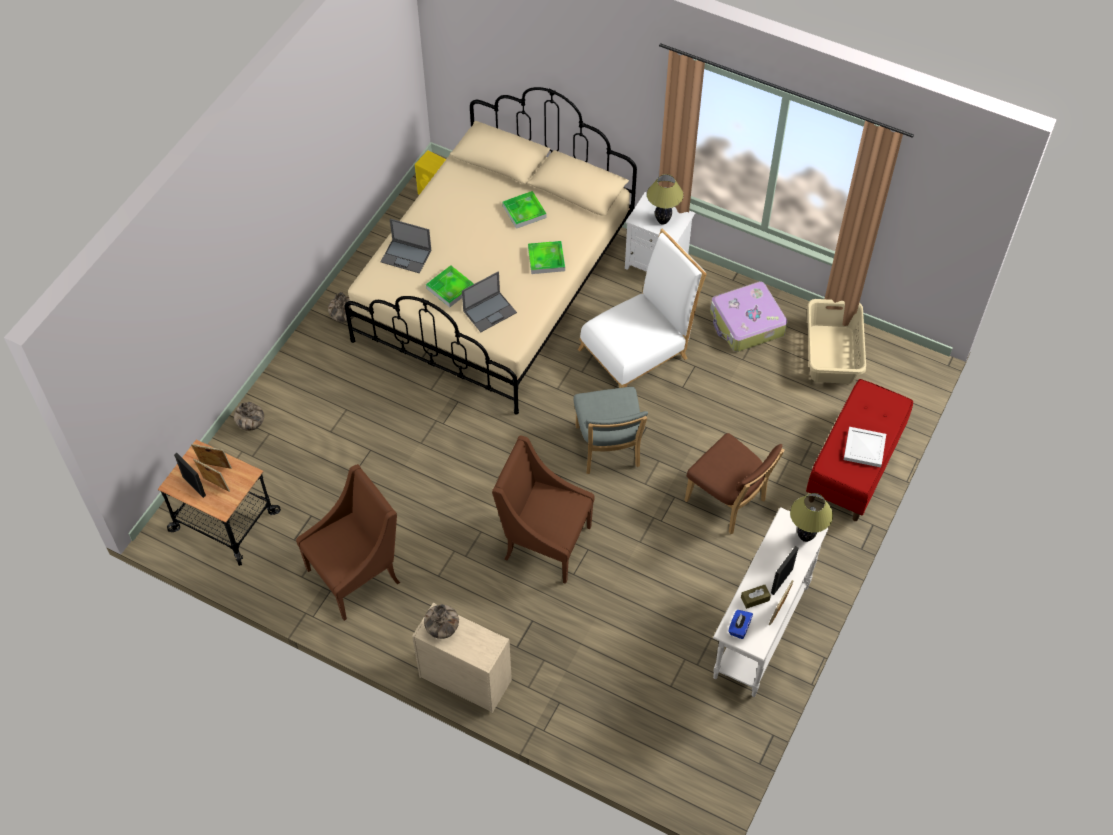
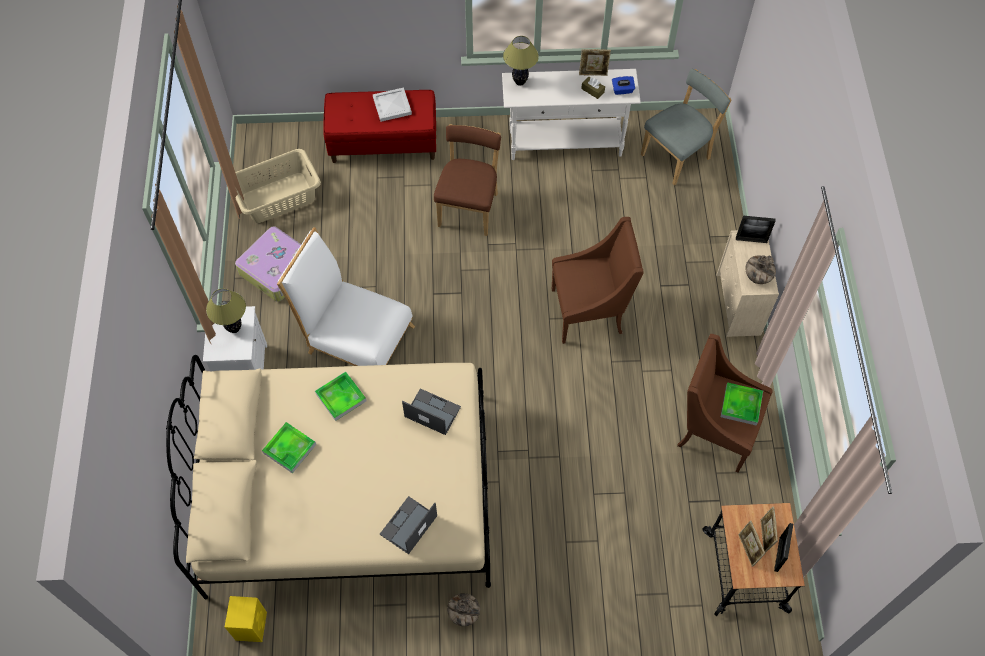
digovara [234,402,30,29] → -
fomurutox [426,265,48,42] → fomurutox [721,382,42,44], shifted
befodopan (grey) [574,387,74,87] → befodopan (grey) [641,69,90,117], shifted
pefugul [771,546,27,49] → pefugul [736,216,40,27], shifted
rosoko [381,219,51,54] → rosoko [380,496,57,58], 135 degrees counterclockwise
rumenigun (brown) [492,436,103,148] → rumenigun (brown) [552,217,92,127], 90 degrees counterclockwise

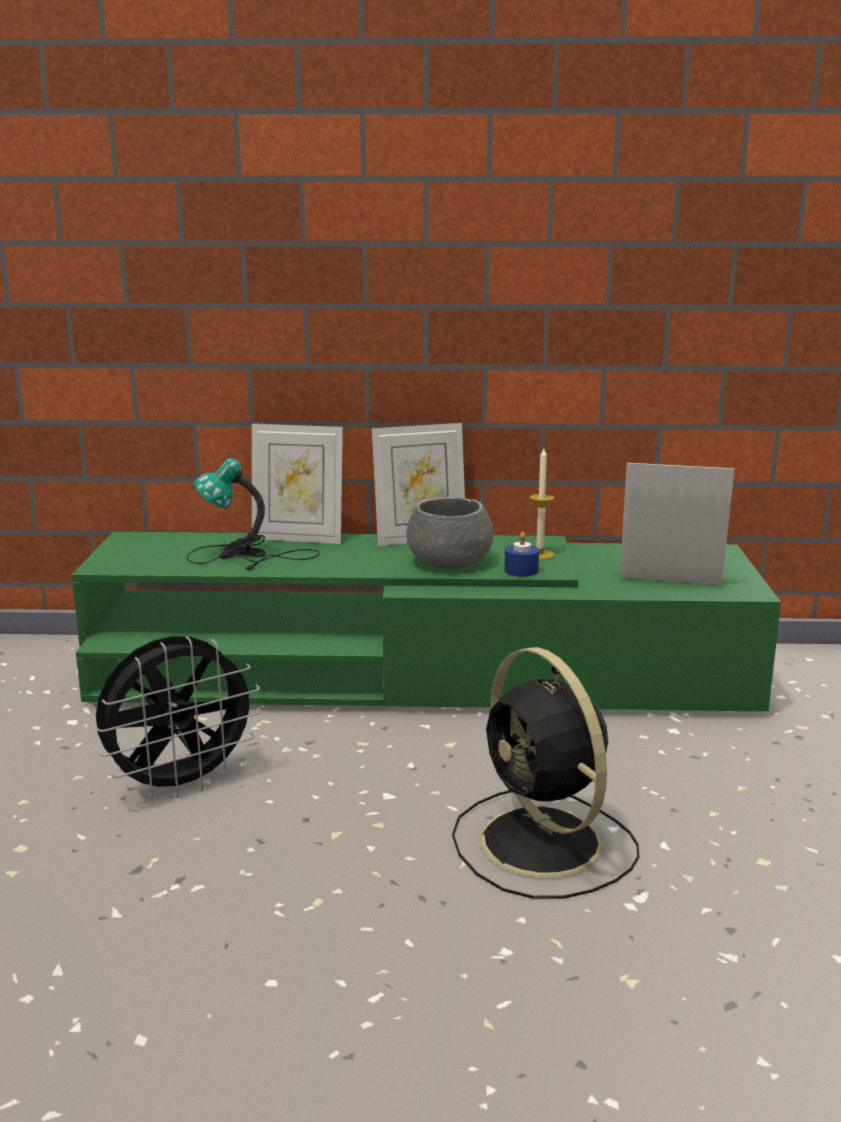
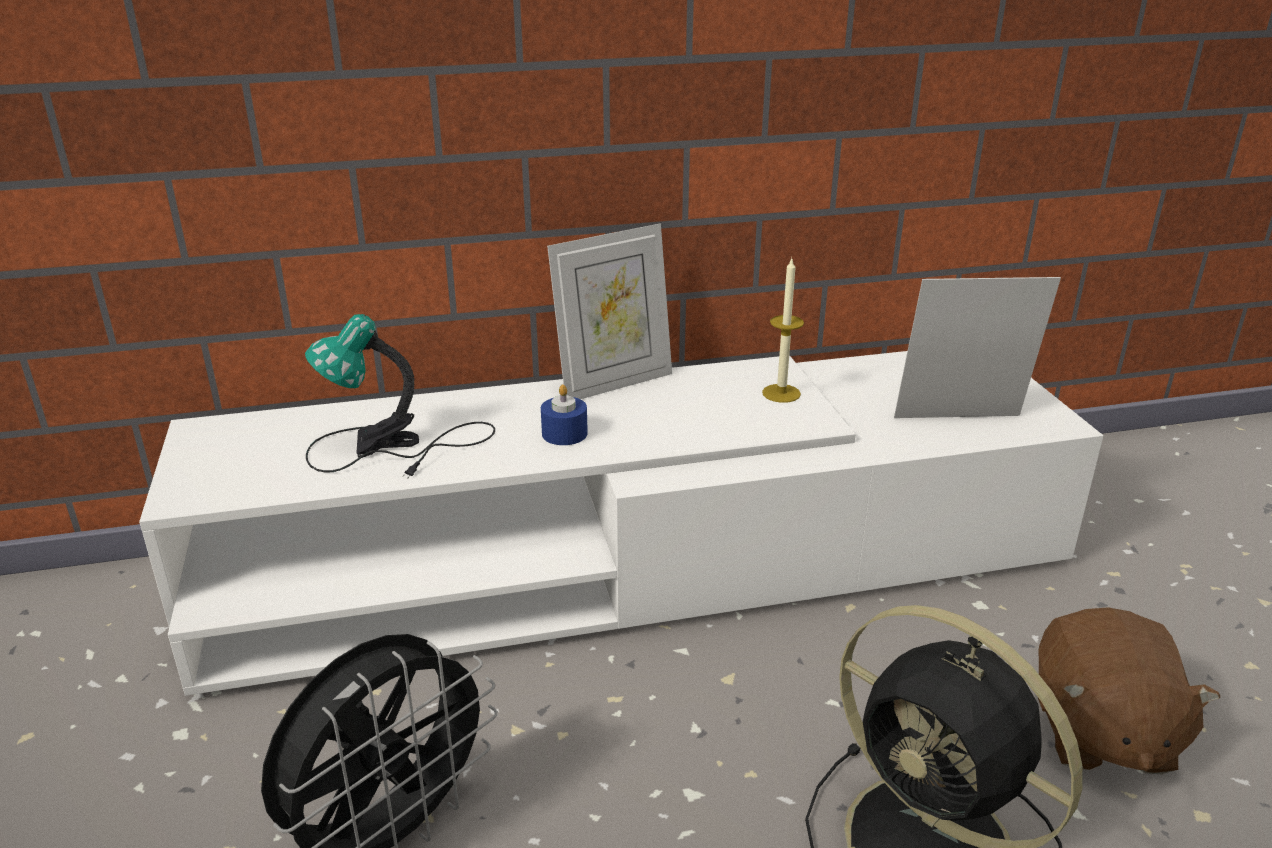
pefugul [252,424,91,120] → -
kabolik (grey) [406,497,87,72] → -
- → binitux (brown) [1038,607,182,167]
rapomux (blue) [504,532,35,45] → rapomux (blue) [541,384,47,61], shifted
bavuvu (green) [72,532,709,180] → bavuvu (white) [139,351,964,345]

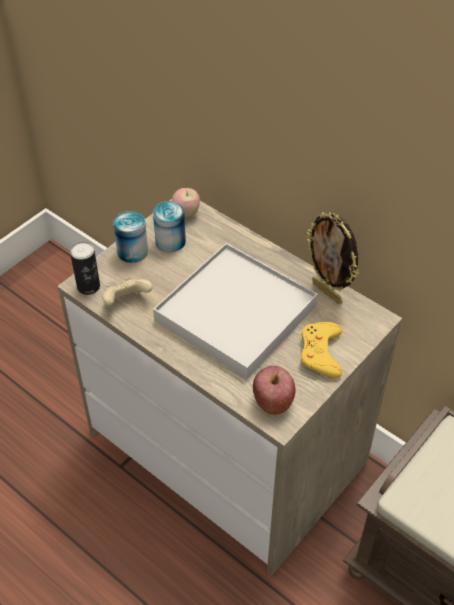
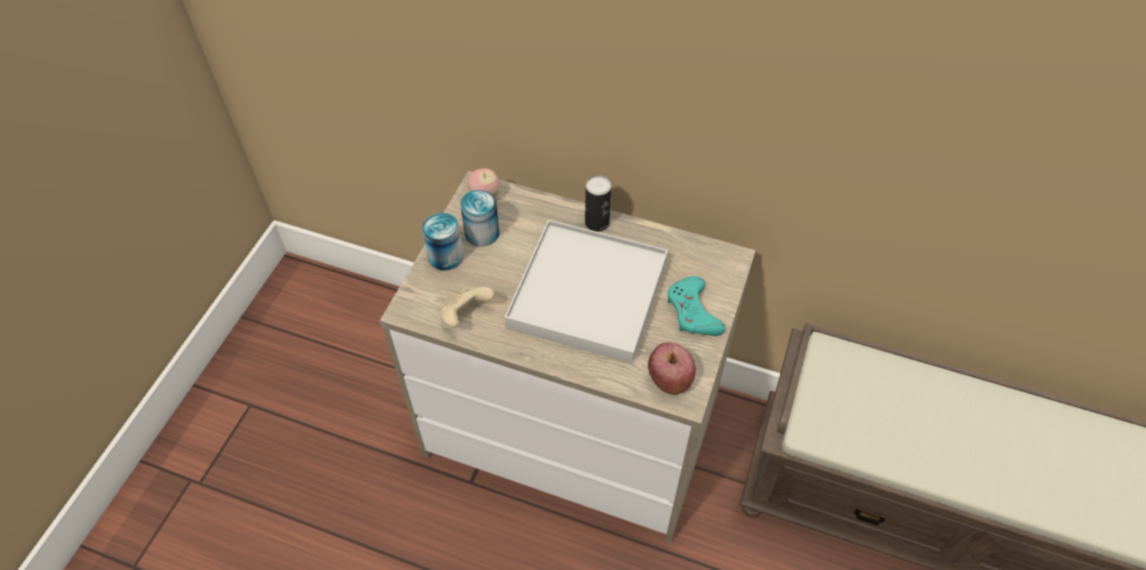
pefugul [306,212,53,92] → -
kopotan [70,242,30,53] → kopotan [585,175,26,57], shifted
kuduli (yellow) [301,322,41,56] → kuduli (turquoise) [668,276,57,60]

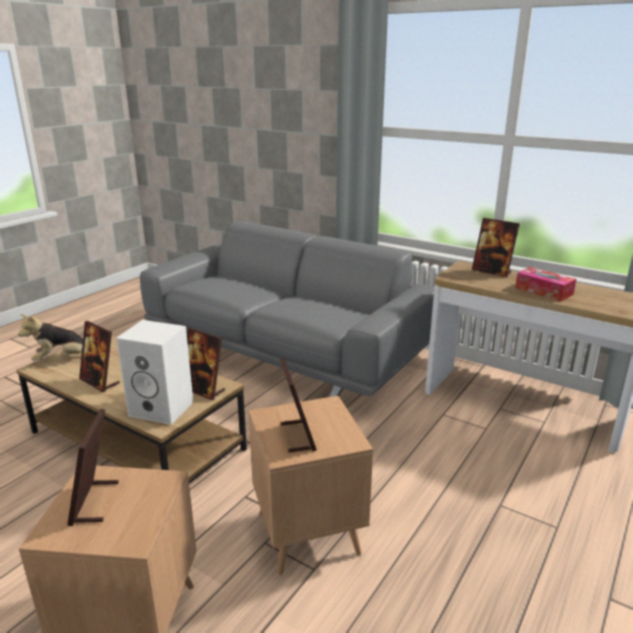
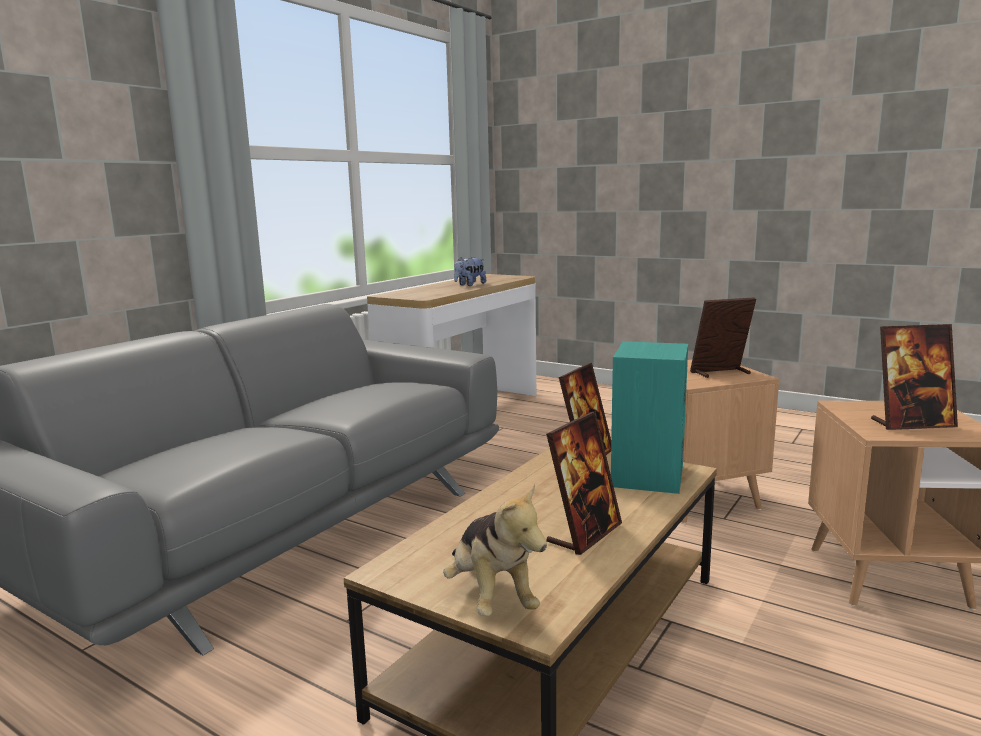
pefugul [472,218,48,59] → -
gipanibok [515,267,61,34] → binitux [454,257,32,29]
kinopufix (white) [116,320,77,105] → kinopufix (turquoise) [611,341,77,153]

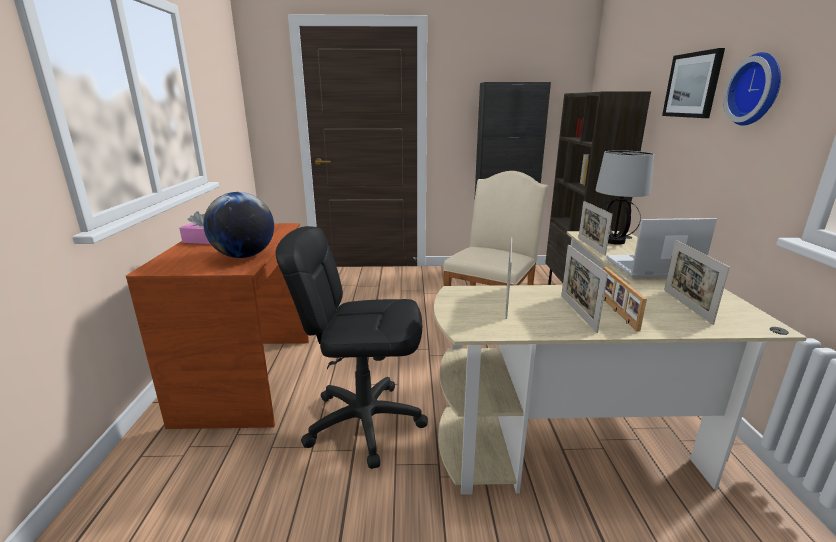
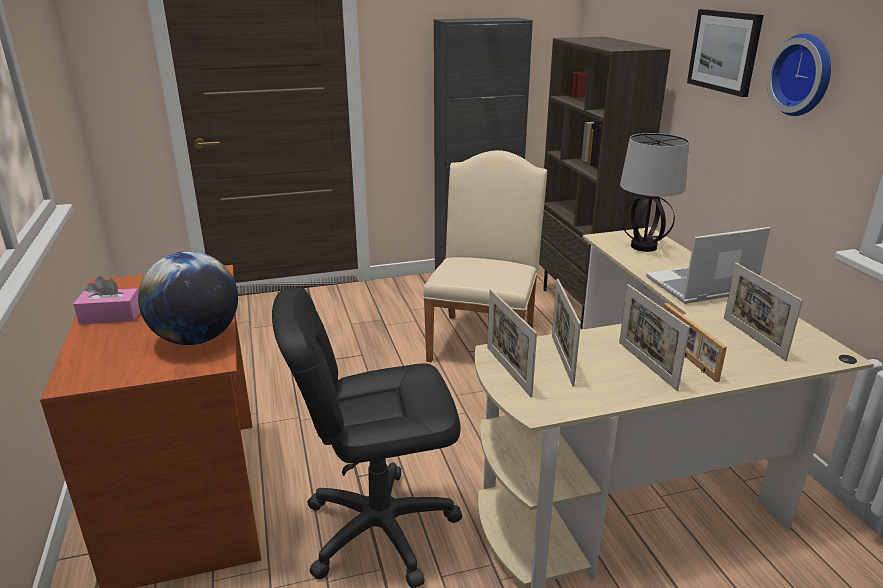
pefugul [578,201,35,55] → pefugul [488,289,49,108], shifted

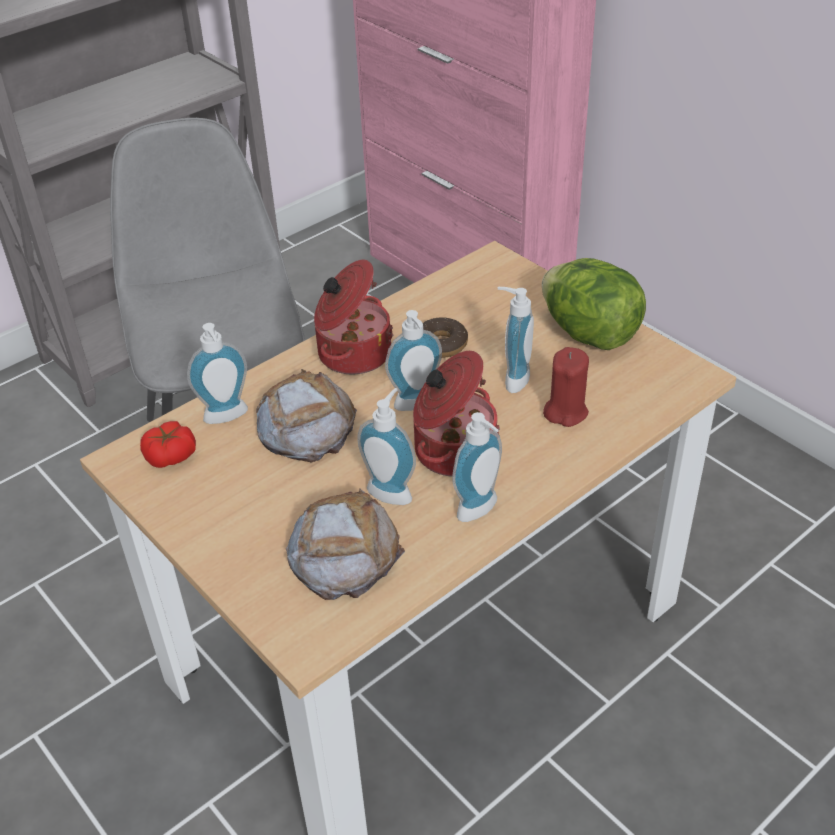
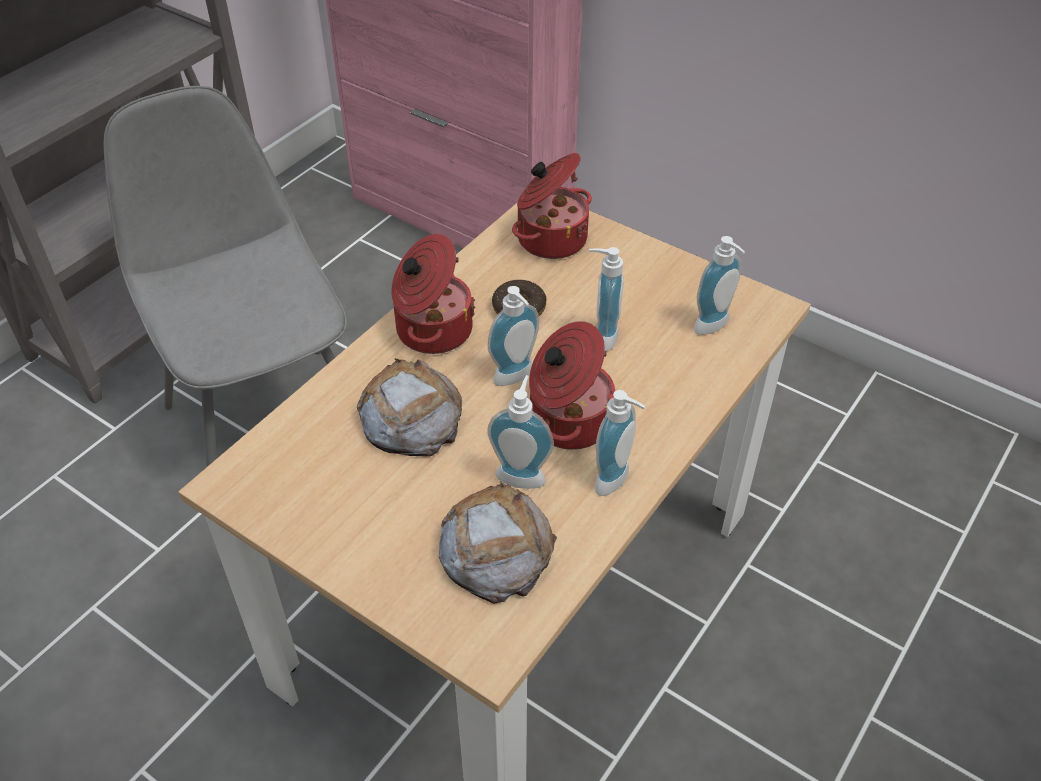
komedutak [140,421,56,47] → -
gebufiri [542,258,104,92] → -
rapomux (red) [543,347,46,80] → -
- → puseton [512,153,80,106]
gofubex [187,323,61,101] → gofubex [694,236,51,99], shifted

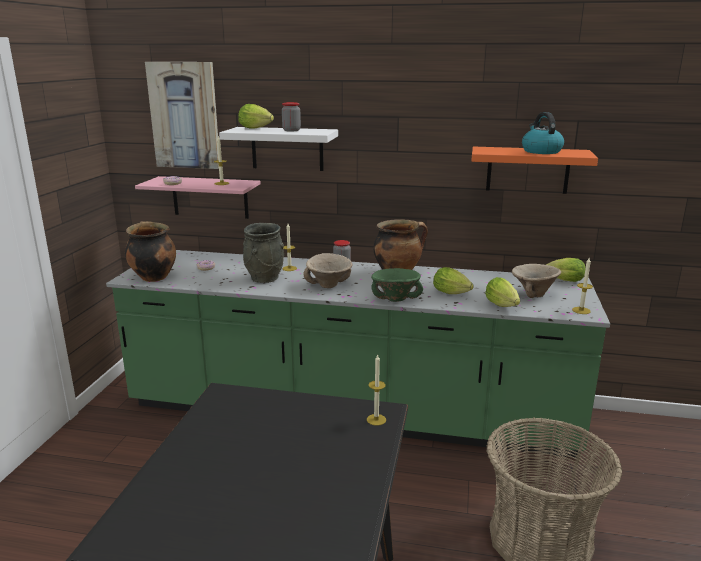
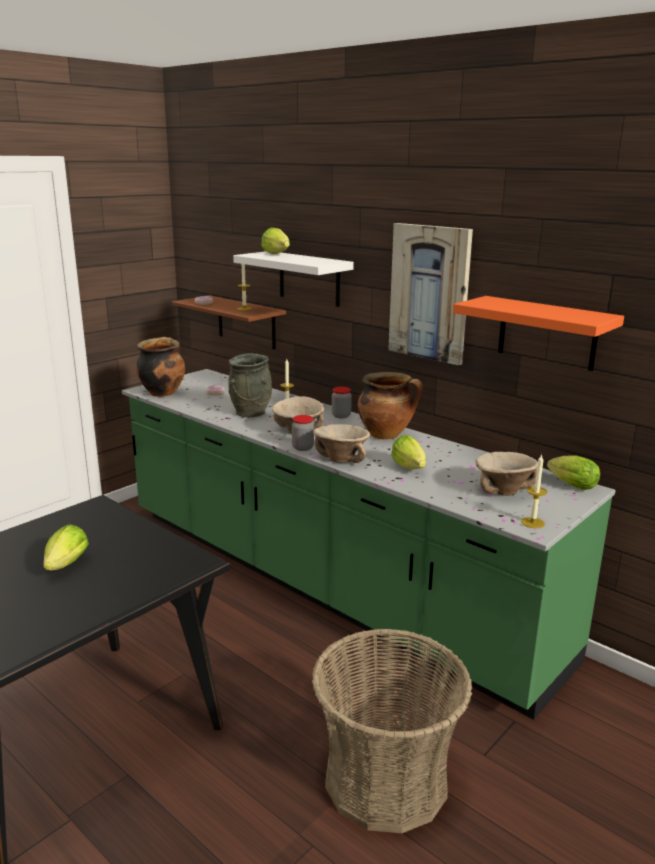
rapomux [367,354,19,72] → -
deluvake [522,112,42,42] → -
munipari [145,62,74,107] → munipari [388,223,85,142], shifted
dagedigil [282,102,19,29] → dagedigil [292,415,22,36], shifted
gebufiri [485,277,35,30] → gebufiri [43,524,46,47], shifted
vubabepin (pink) [135,176,126,43] → vubabepin (brown) [172,295,114,55]
kabolik (green) [371,268,52,34] → kabolik (beige) [313,424,57,39]

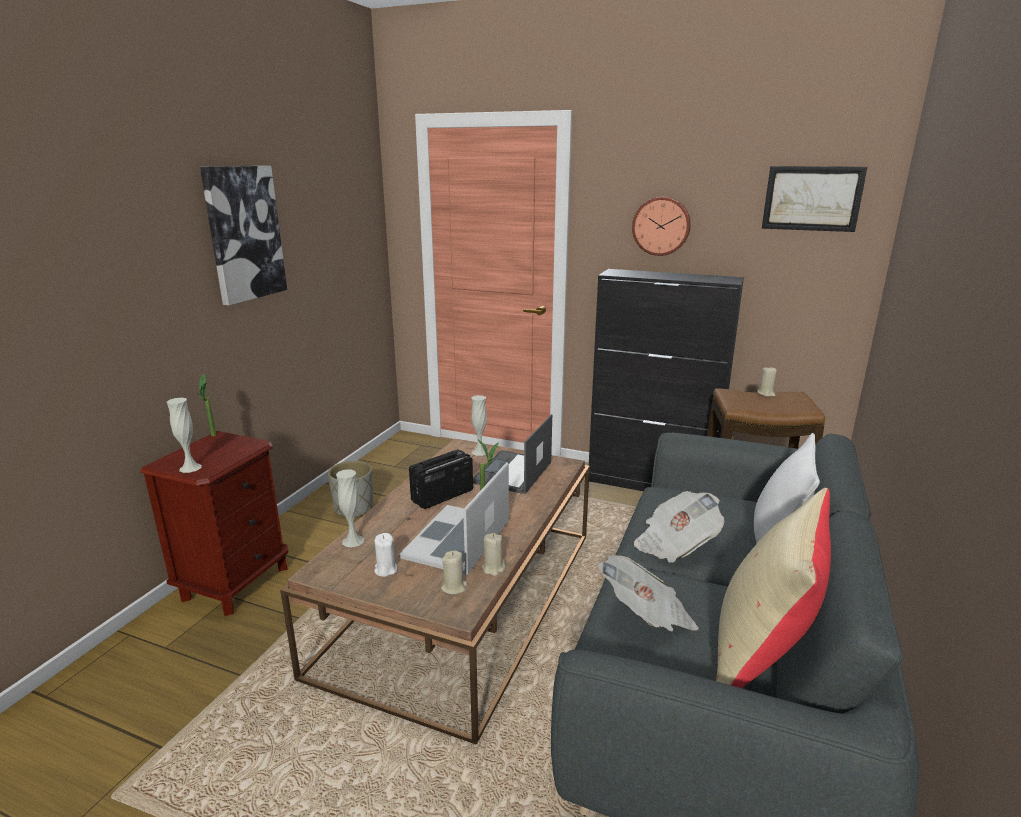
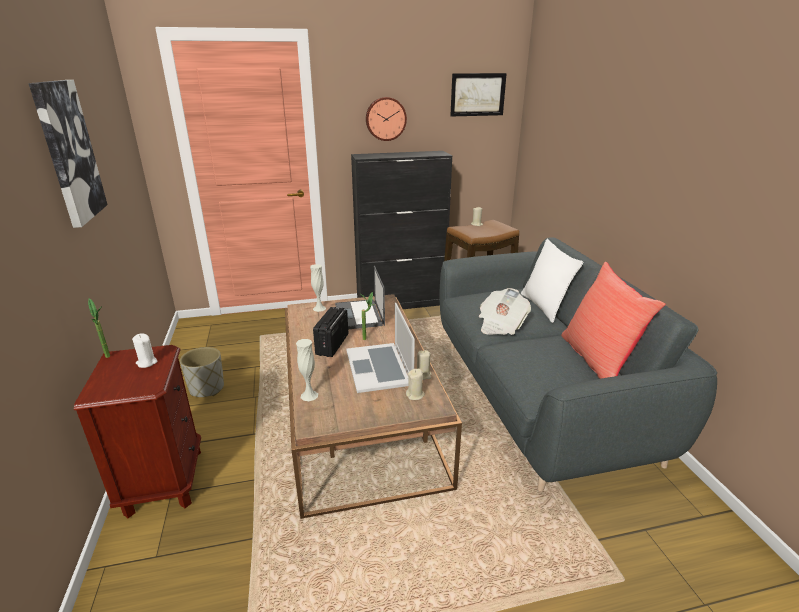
digovara (white) [167,398,35,75] → -
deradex [598,555,101,76] → -
rapomux (white) [374,533,23,44] → rapomux (white) [132,333,25,35], shifted
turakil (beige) [716,488,115,200] → turakil (red) [561,262,104,117]

